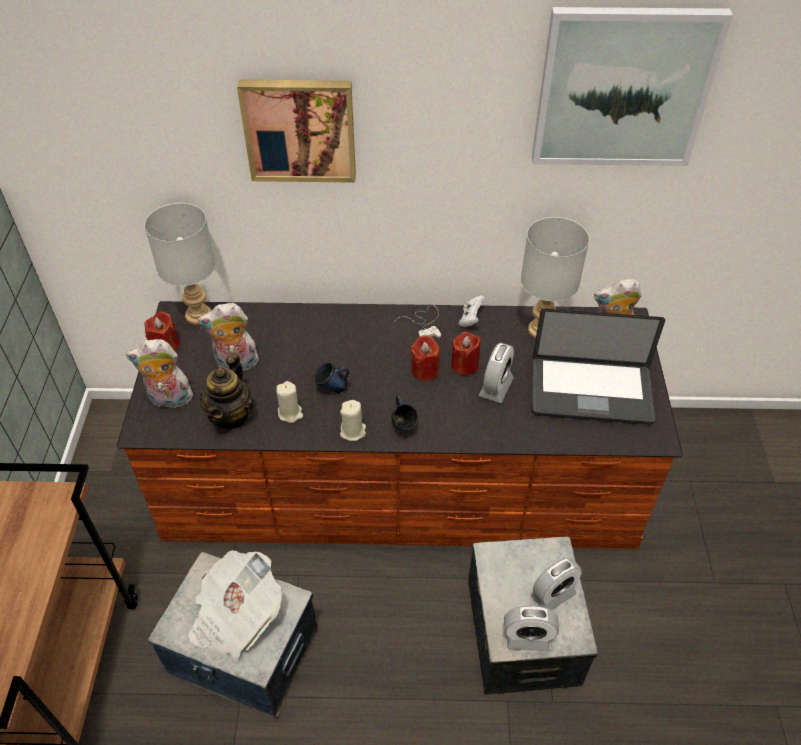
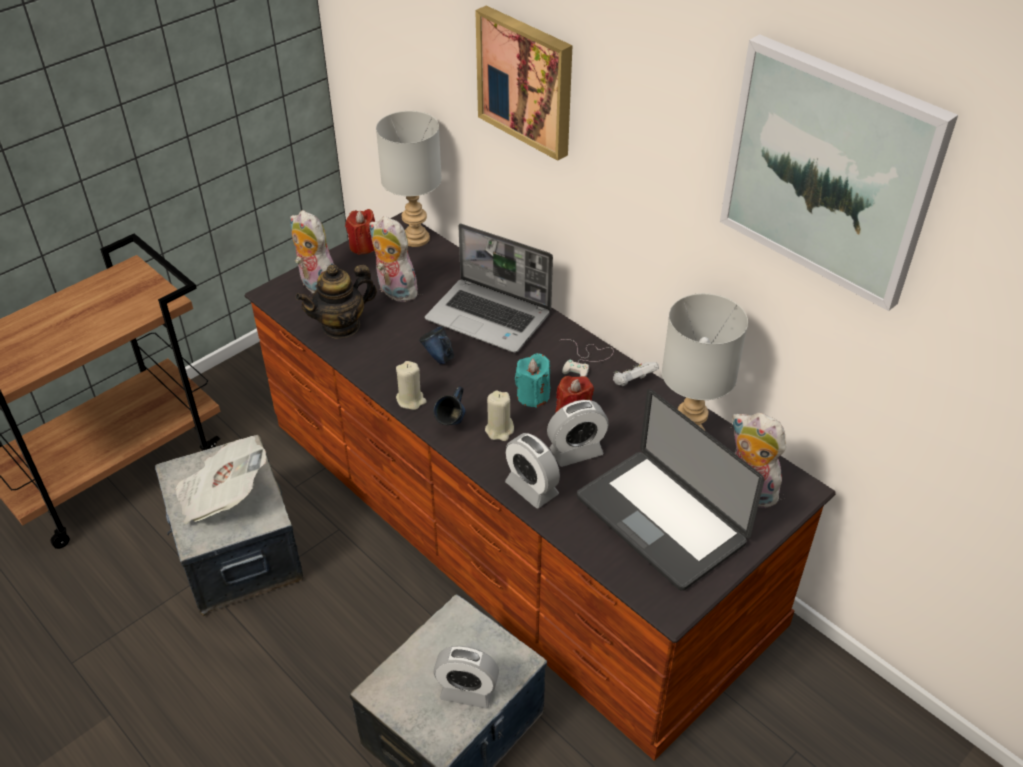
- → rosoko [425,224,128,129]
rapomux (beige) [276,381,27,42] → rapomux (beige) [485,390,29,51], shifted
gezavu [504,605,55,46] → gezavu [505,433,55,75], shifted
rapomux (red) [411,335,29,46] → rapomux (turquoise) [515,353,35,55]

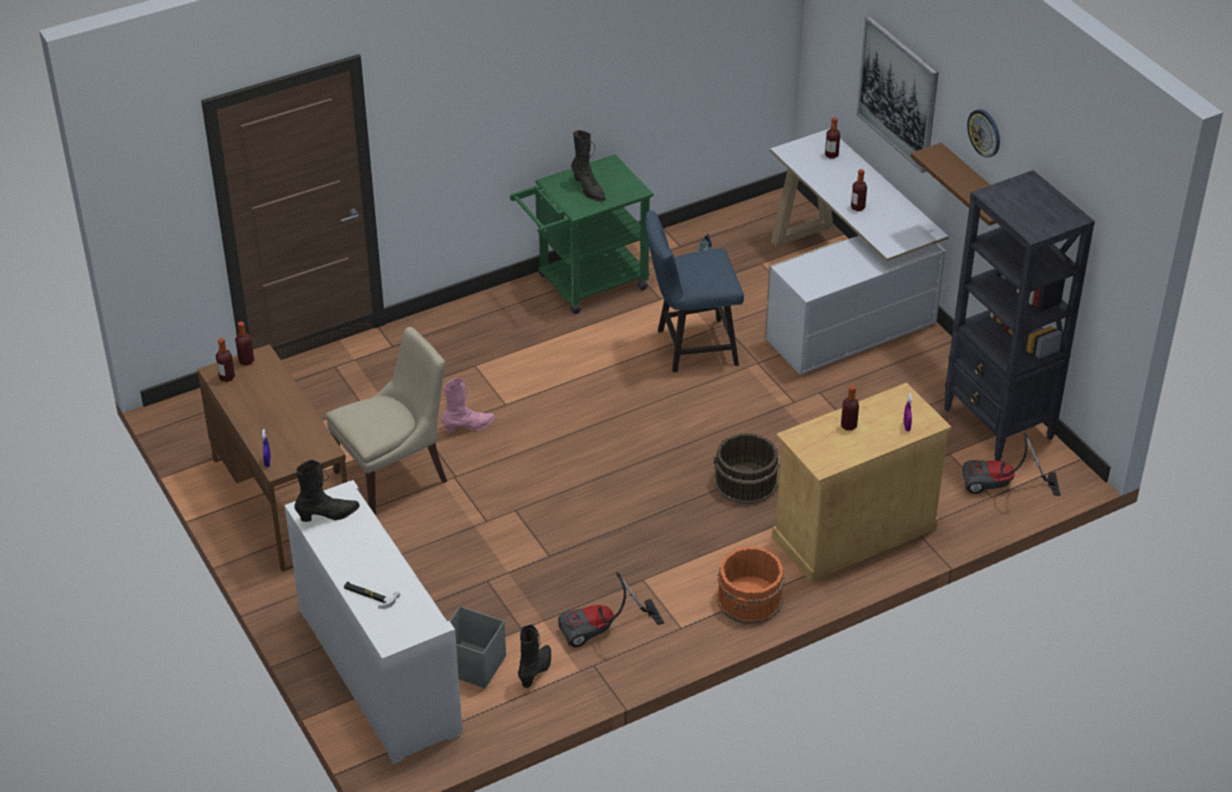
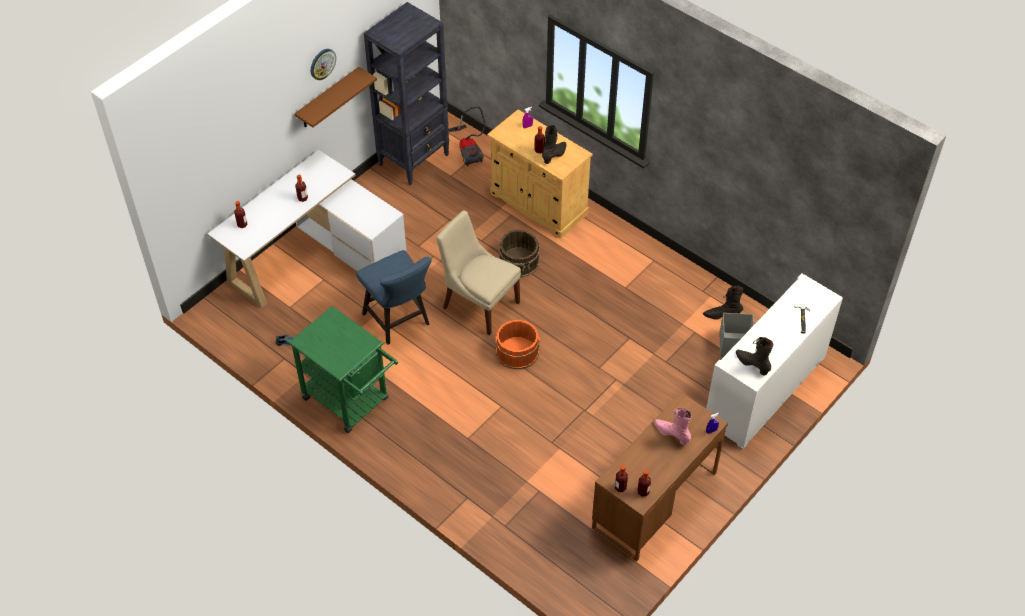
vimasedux [558,572,106,75] → -
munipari [857,16,82,157] → -
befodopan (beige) [326,327,121,188] → befodopan (beige) [436,211,85,124], shifted
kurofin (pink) [441,378,54,55] → kurofin (pink) [654,408,38,37], shifted
kurofin (black) [571,130,35,71] → kurofin (black) [542,125,24,39], shifted
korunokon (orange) [717,546,68,78] → korunokon (orange) [496,320,44,49], shifted

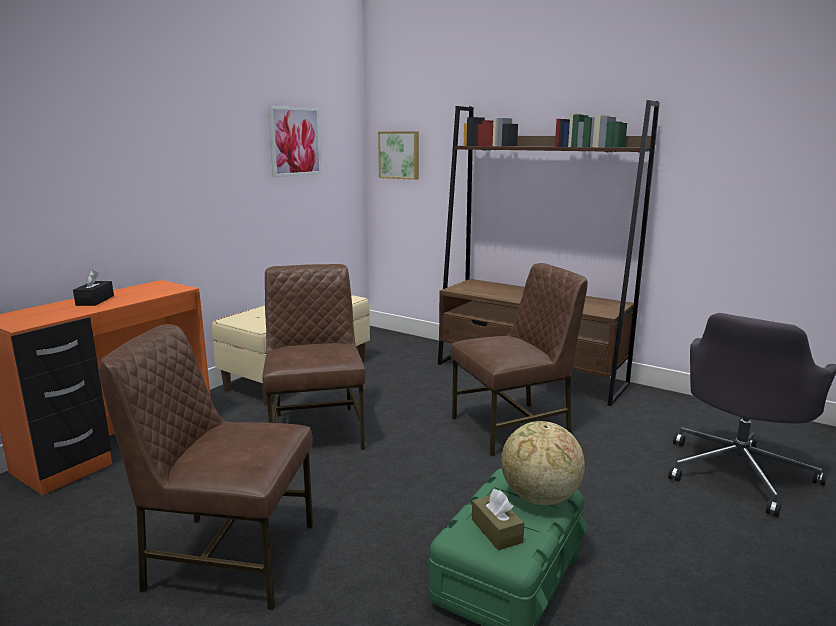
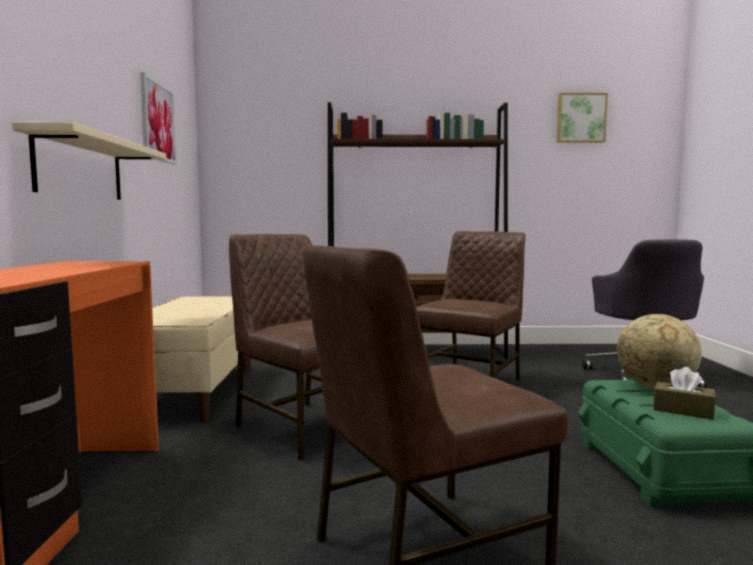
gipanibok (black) [73,270,41,36] → -
- → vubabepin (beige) [12,122,154,78]
munipari [378,131,41,49] → munipari [557,93,51,49], shifted

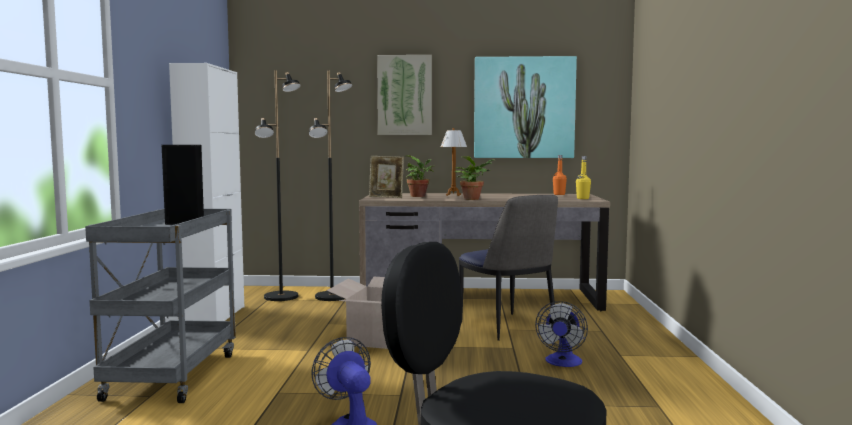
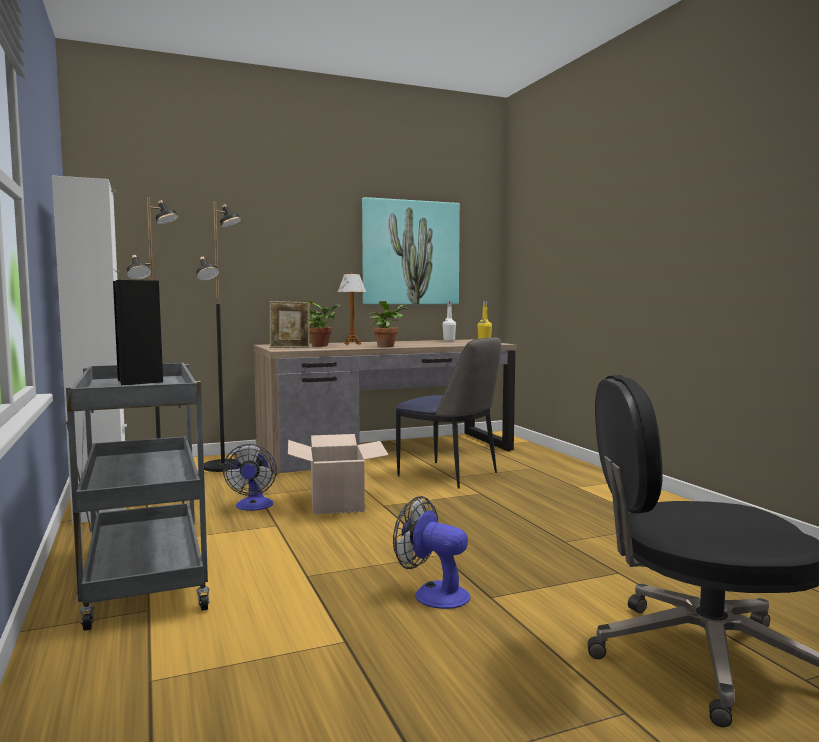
munipari [377,55,55,80] → -
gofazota [535,301,53,66] → gofazota [223,444,54,67], shifted
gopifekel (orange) [553,155,14,40] → gopifekel (white) [442,301,14,40]

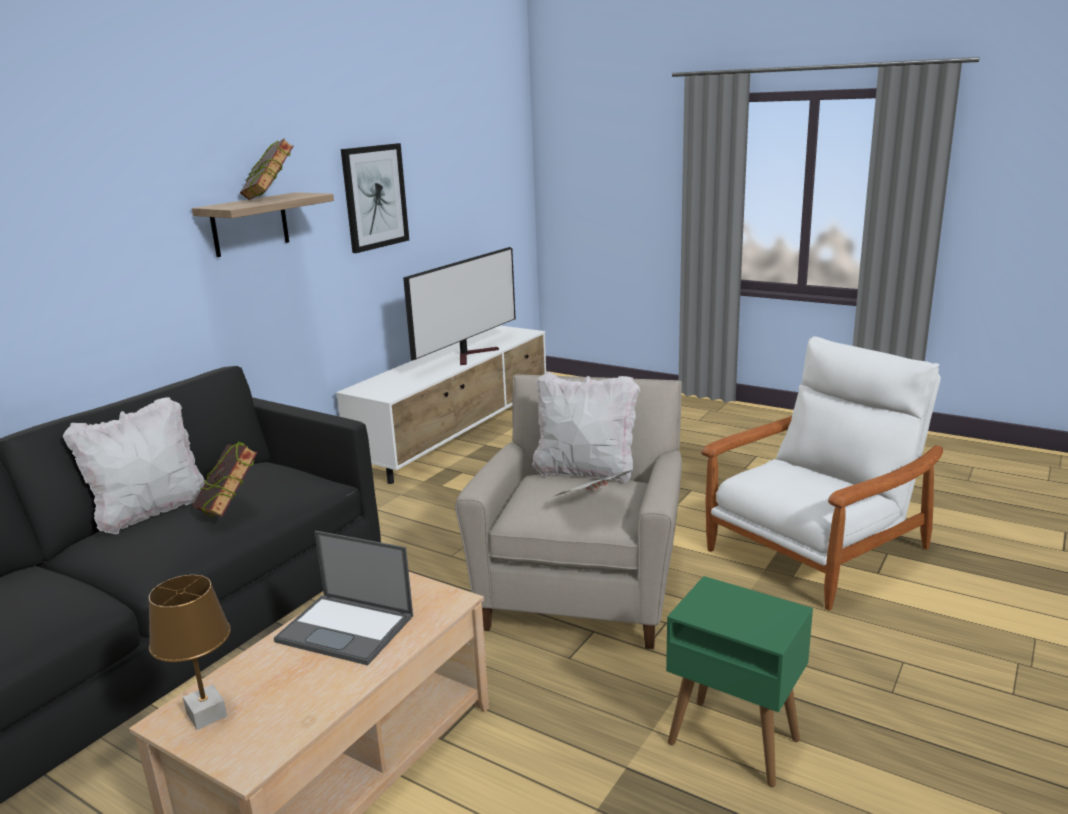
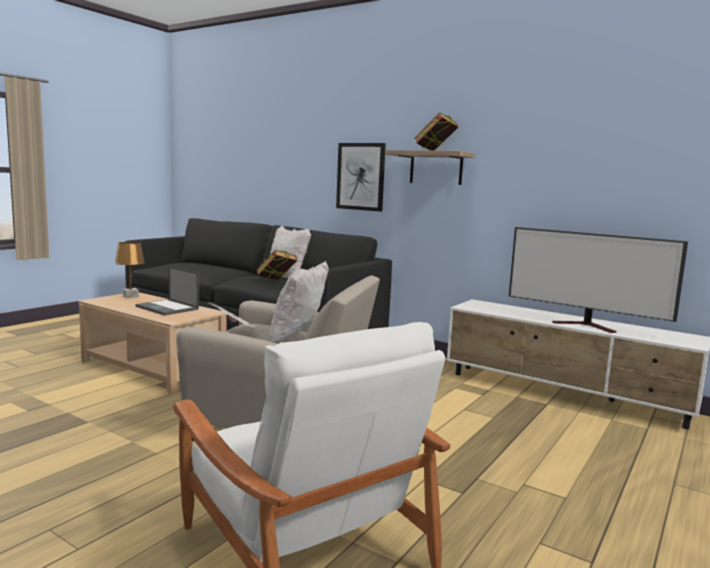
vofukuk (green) [666,576,147,211] → -
munipari [341,143,68,110] → munipari [336,143,50,69], shifted
rosoko [274,531,139,134] → rosoko [135,266,64,50], 75 degrees counterclockwise

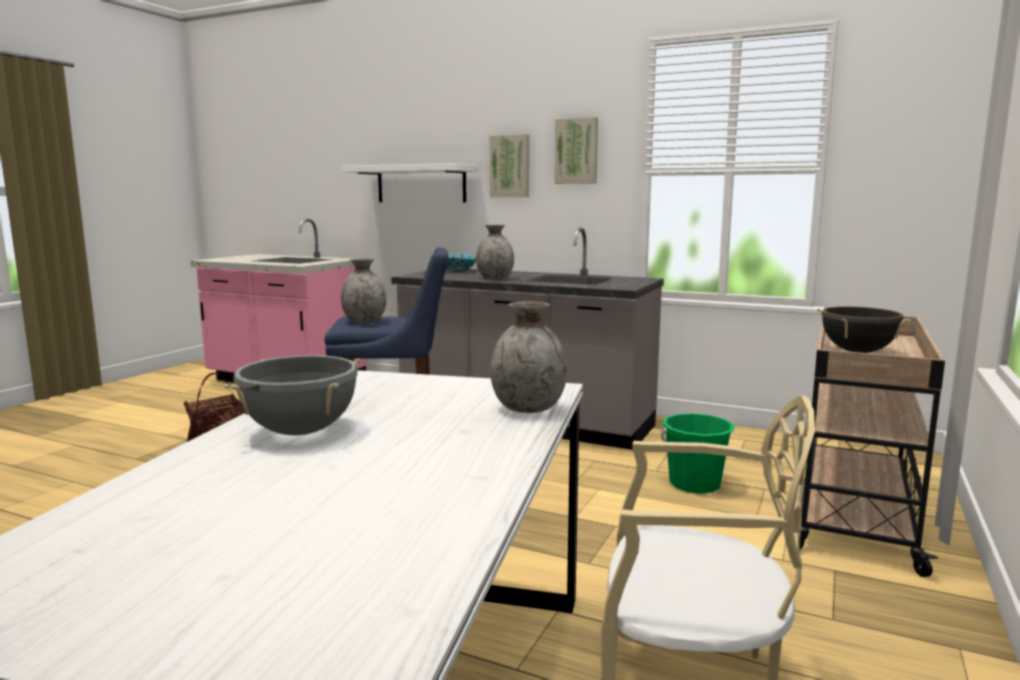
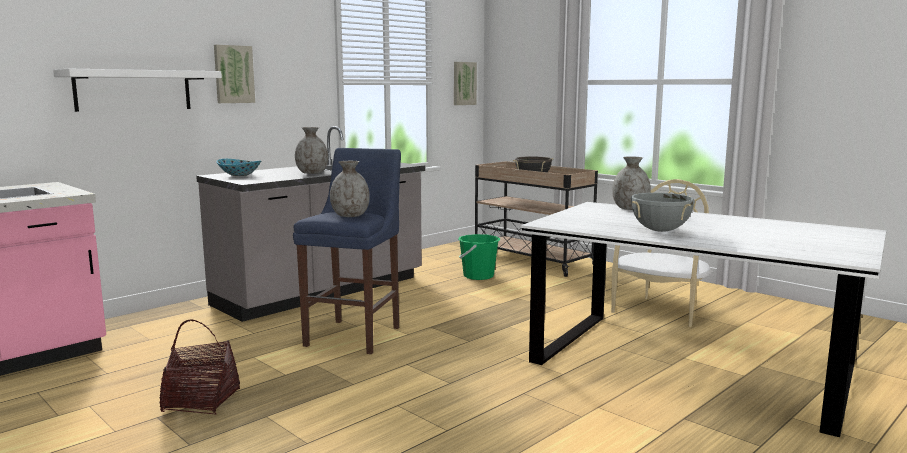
munipari [554,117,44,67] → munipari [454,62,23,43], shifted

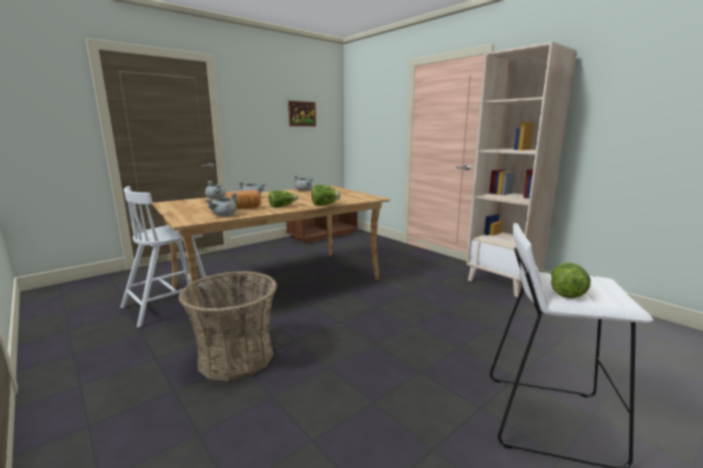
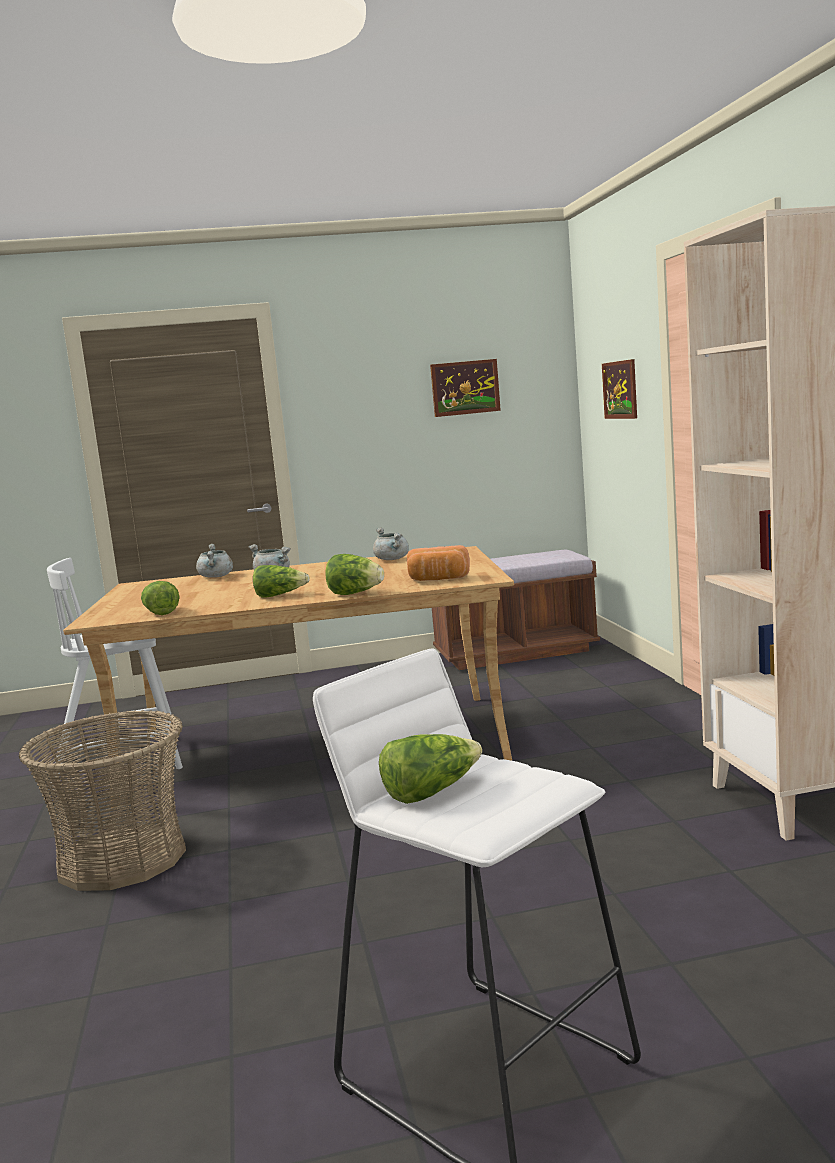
- → munipari [602,359,35,60]
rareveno [225,190,36,19] → rareveno [407,545,63,36], shifted
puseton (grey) [205,193,32,24] → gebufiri [141,581,39,34]

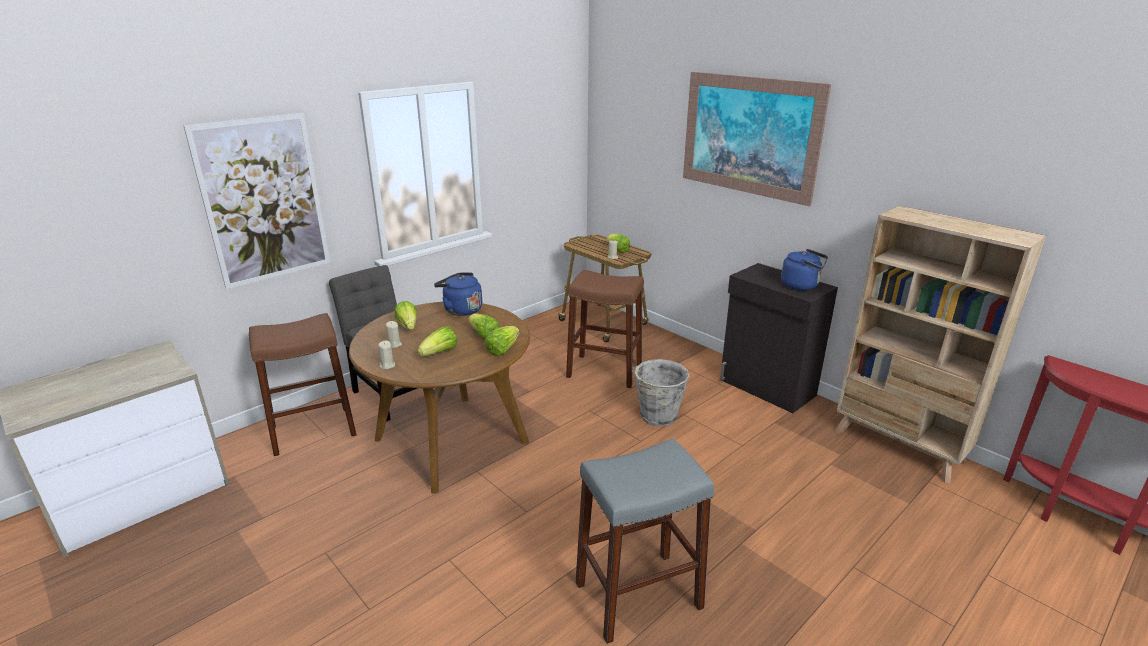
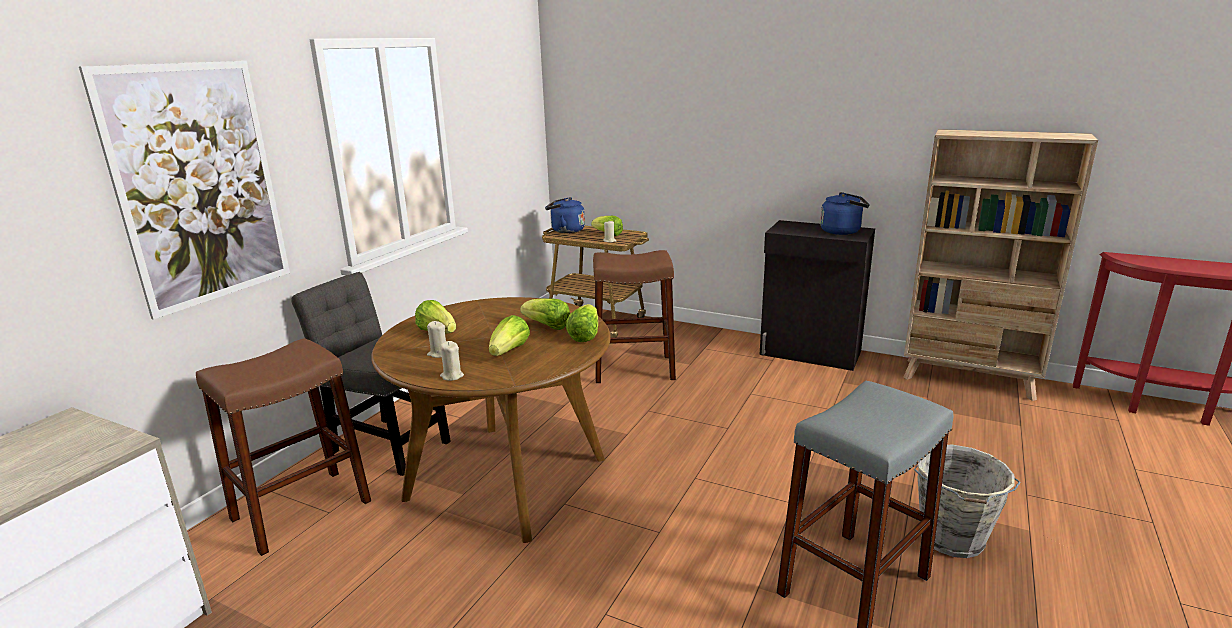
munipari [683,72,148,134] → -
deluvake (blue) [434,273,48,43] → deluvake (blue) [545,197,40,36], shifted
korunokon (grey) [632,359,57,67] → korunokon (grey) [914,445,107,113], shifted

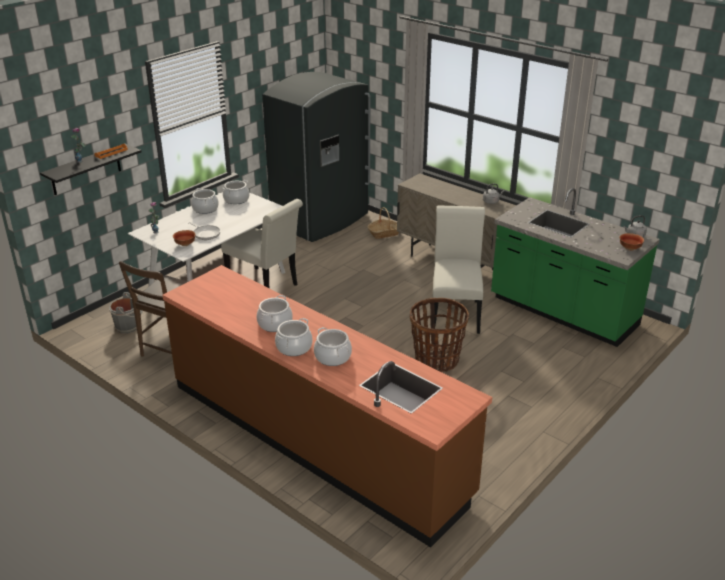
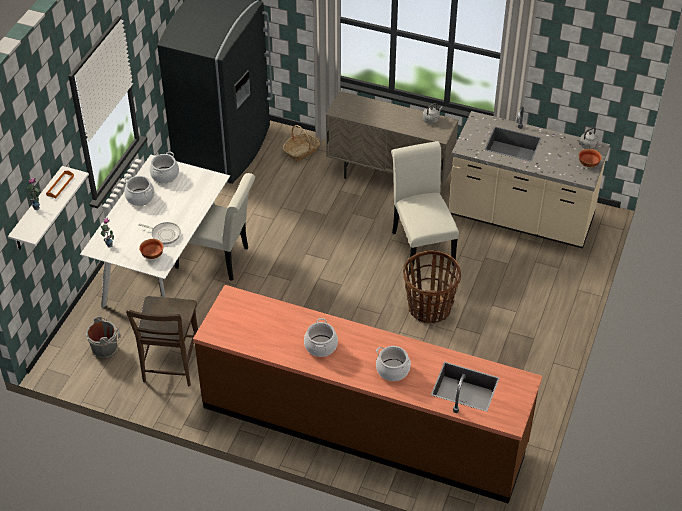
puseton [275,318,37,38] → -
vubabepin (black) [40,143,102,52] → vubabepin (white) [8,166,81,84]
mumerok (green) [491,188,169,159] → mumerok (beige) [449,106,161,142]

